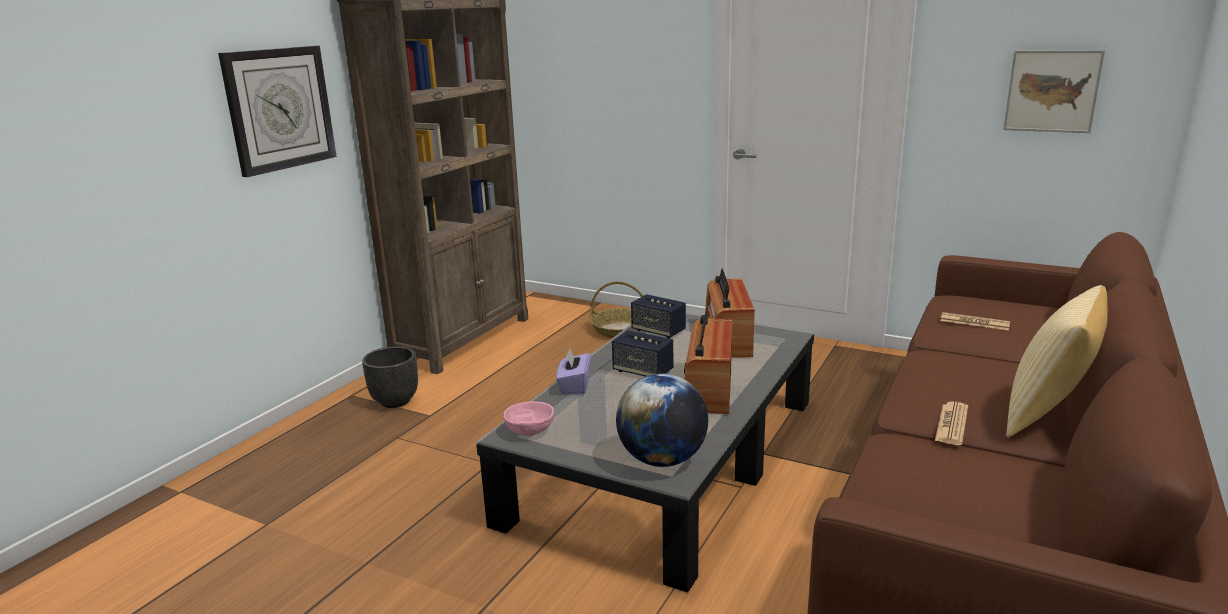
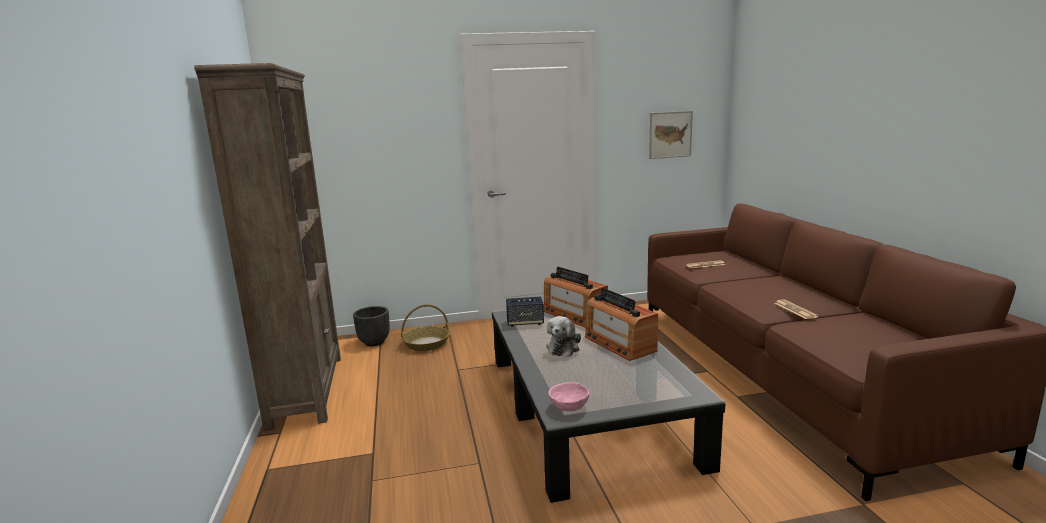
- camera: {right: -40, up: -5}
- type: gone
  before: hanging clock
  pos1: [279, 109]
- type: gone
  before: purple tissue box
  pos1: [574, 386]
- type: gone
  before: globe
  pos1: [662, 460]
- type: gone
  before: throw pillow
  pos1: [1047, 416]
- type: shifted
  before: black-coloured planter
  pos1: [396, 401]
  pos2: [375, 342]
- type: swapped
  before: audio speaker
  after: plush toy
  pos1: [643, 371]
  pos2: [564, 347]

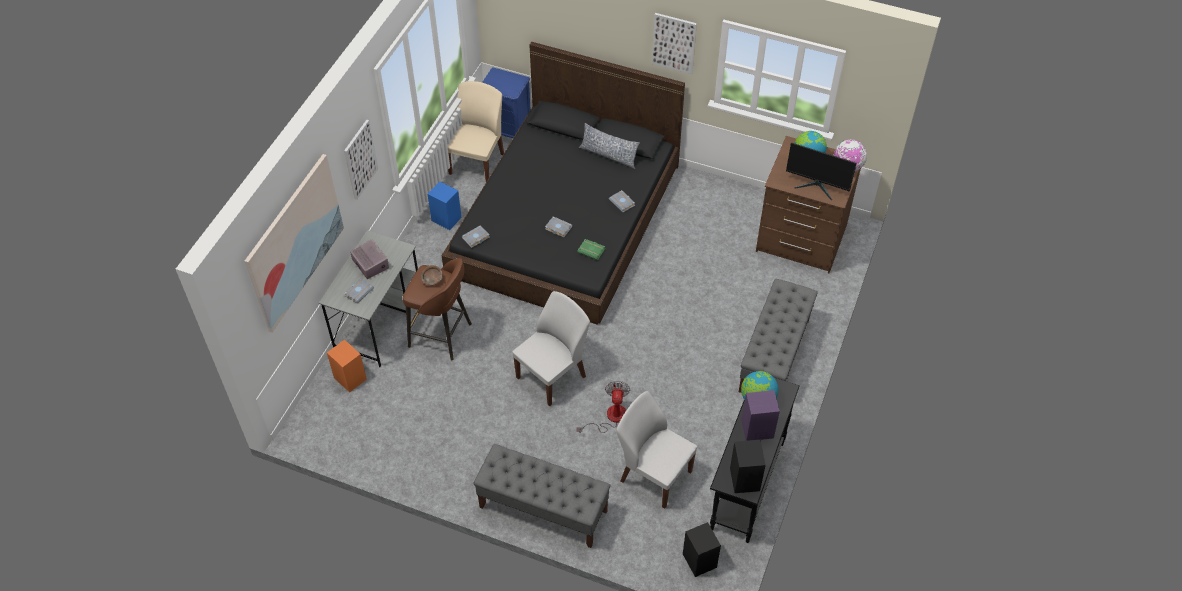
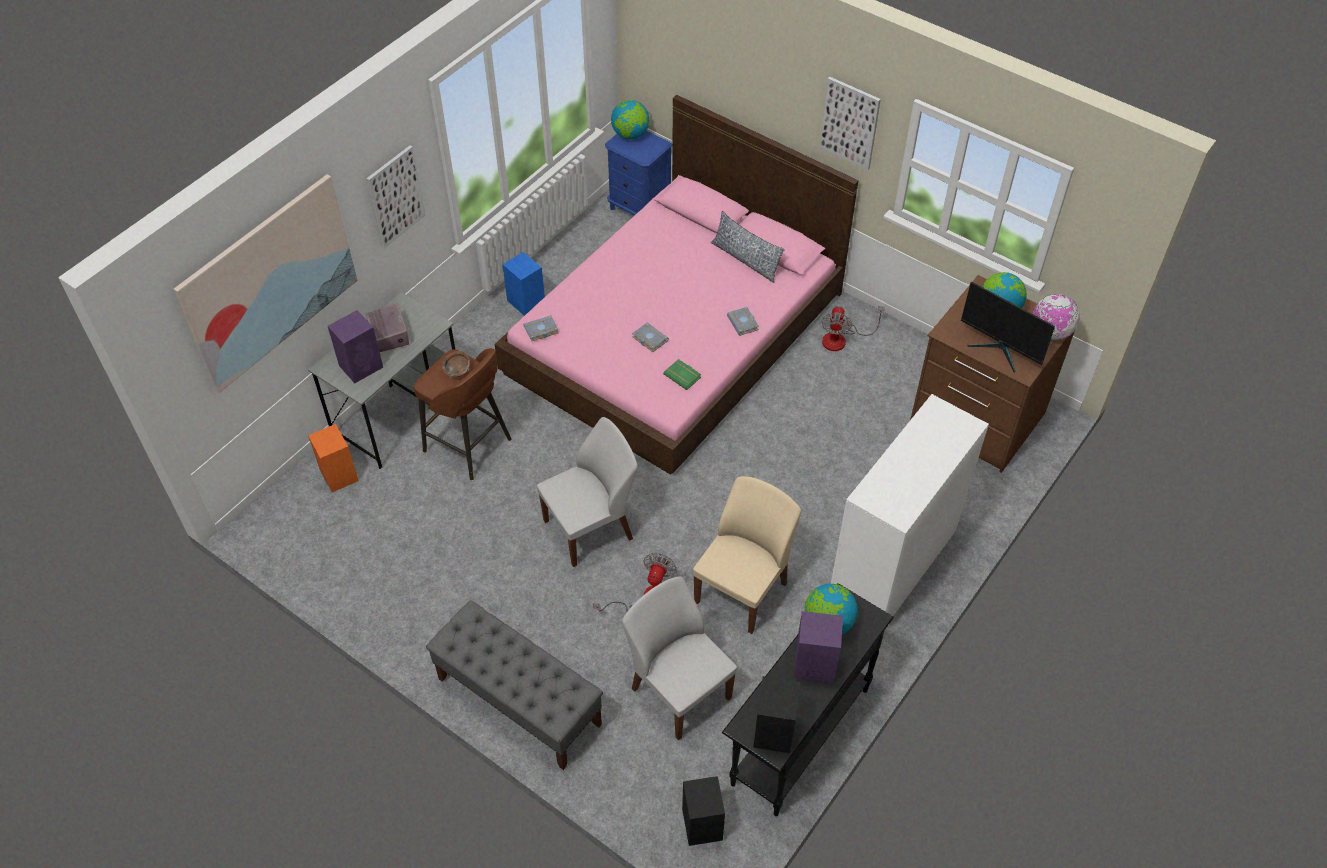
- camera: {right: 15, up: 0}
- type: new
  after: globe
  pos2: [630, 134]
- type: new
  after: fan
  pos2: [841, 339]
- type: shifted
  before: beige upright chair
  pos1: [477, 162]
  pos2: [742, 591]
- type: swapped
  before: grey bound book
  after: purple audio speaker
  pos1: [359, 291]
  pos2: [362, 366]
- type: swapped
  before: grey long seat
  after: white drawer chest
  pos1: [774, 355]
  pos2: [892, 567]
- type: repainted
  before: black-coloured bedroom bed
  after: pinkish bedroom bed
  pos1: [566, 219]
  pos2: [675, 332]

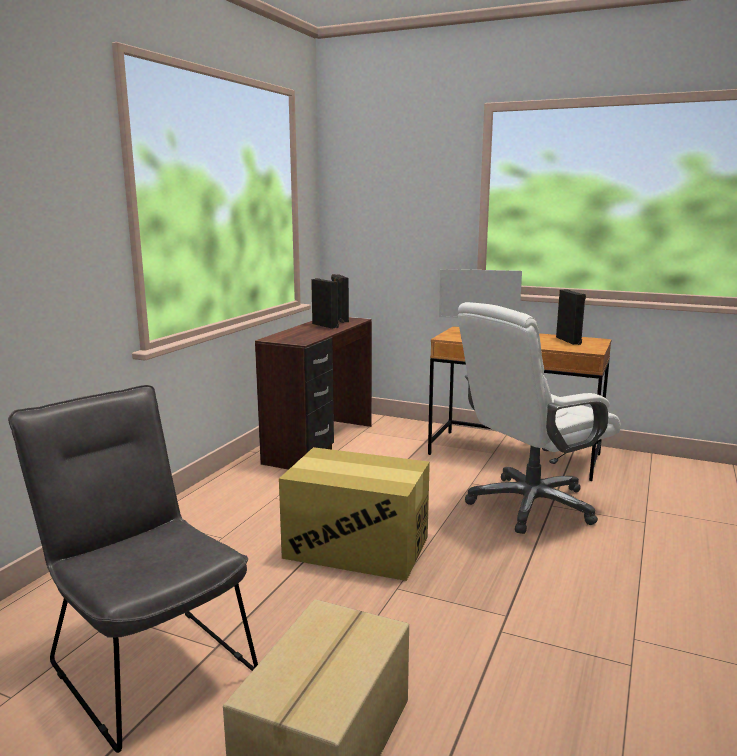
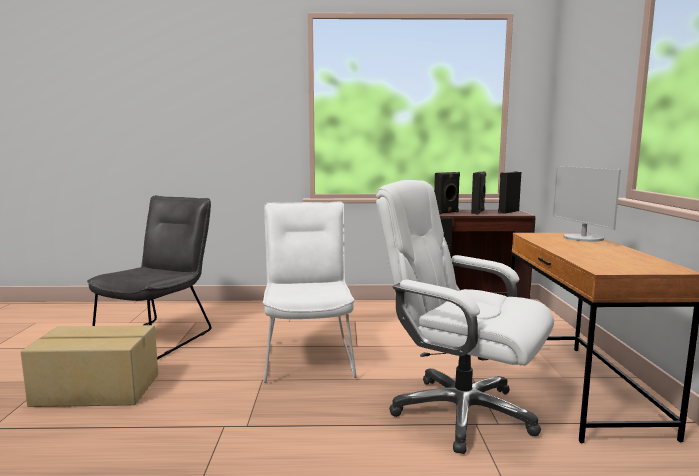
- camera: {right: 65, up: -5}
- type: shifted
  before: black-coloured audio speaker
  pos1: [569, 341]
  pos2: [446, 212]
- type: swapped
  before: carton
  after: white upright chair
  pos1: [356, 547]
  pos2: [308, 356]

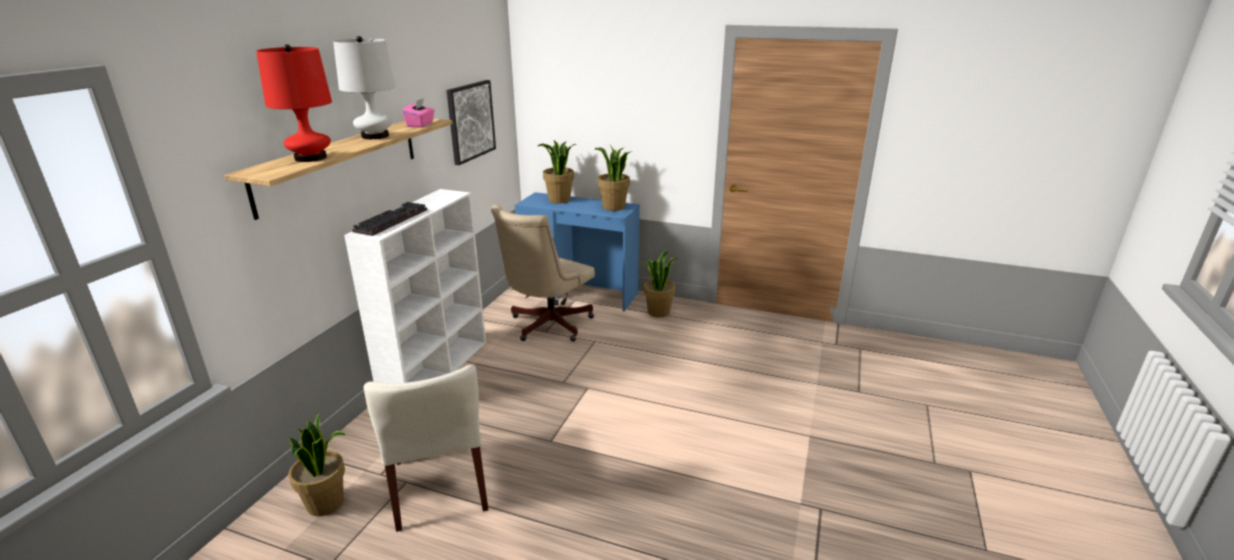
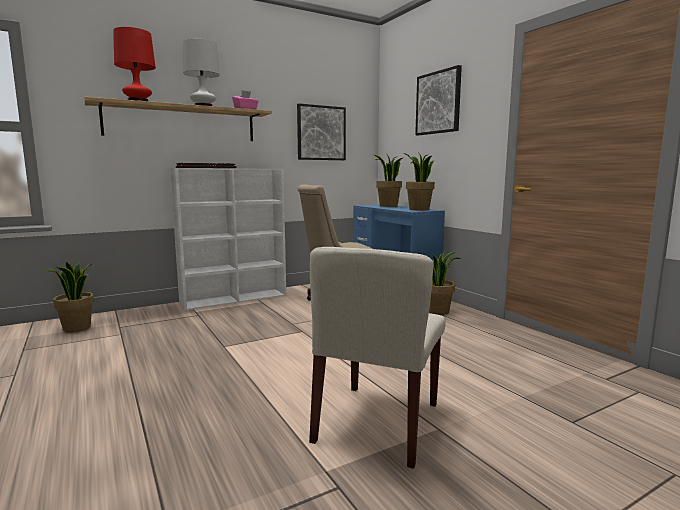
- camera: {right: 40, up: -15}
- type: new
  after: wall picture
  pos2: [438, 102]
- type: shifted
  before: beige upright chair
  pos1: [440, 485]
  pos2: [378, 422]

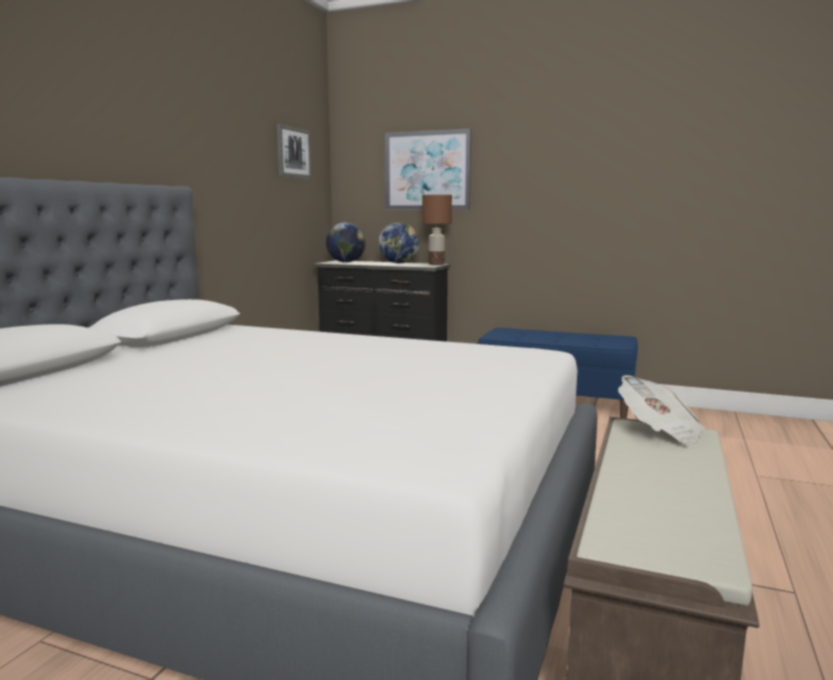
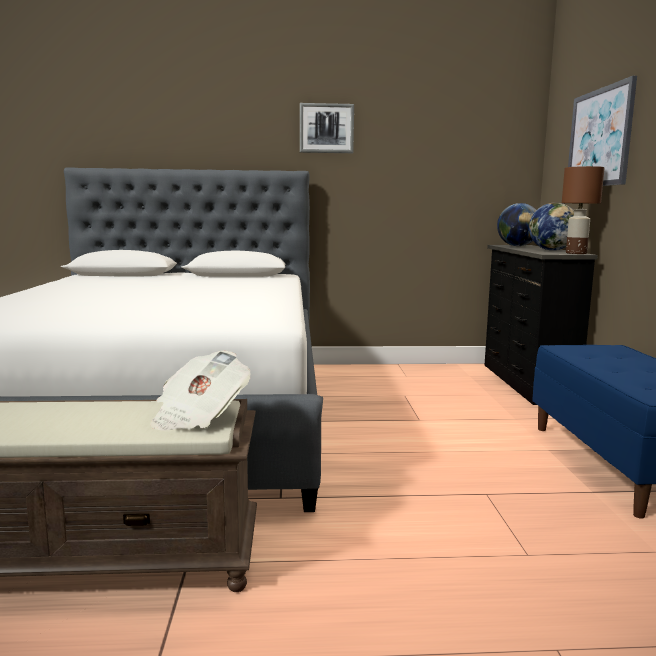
- camera: {right: 65, up: 0}
- type: shifted
  before: wall picture
  pos1: [293, 152]
  pos2: [326, 128]

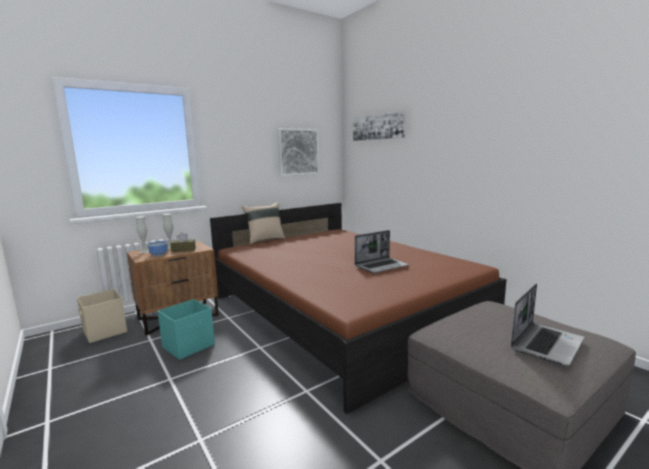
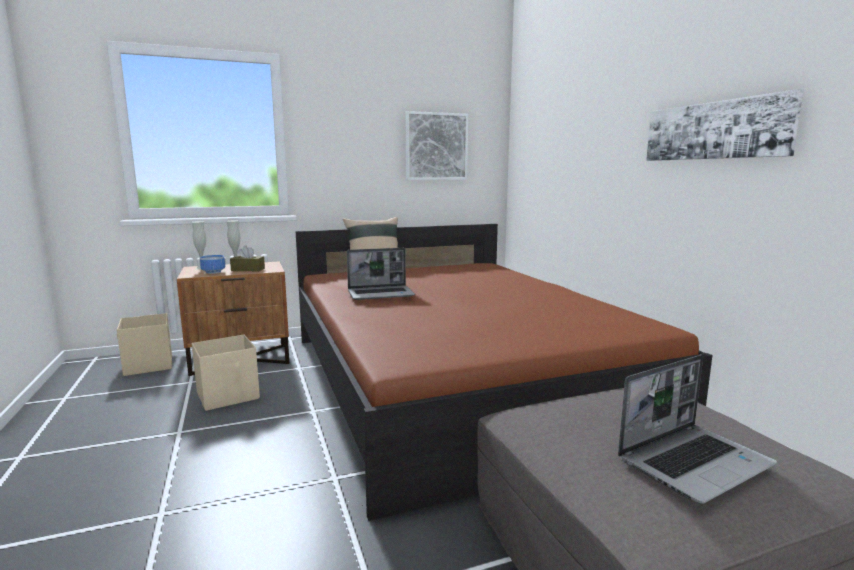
- camera: {right: 15, up: 0}
- type: shifted
  before: wall picture
  pos1: [378, 127]
  pos2: [715, 130]
- type: shifted
  before: laptop
  pos1: [381, 266]
  pos2: [381, 294]
- type: repainted
  before: turquoise storage bin
  after: beige storage bin
  pos1: [189, 346]
  pos2: [229, 395]

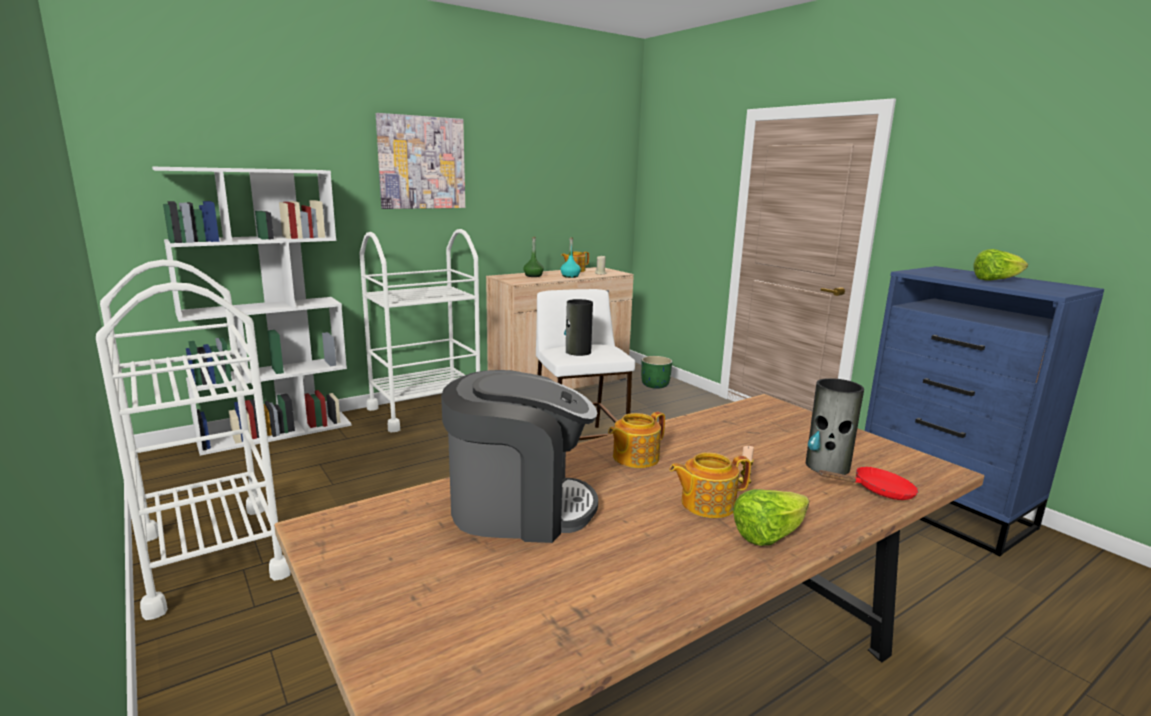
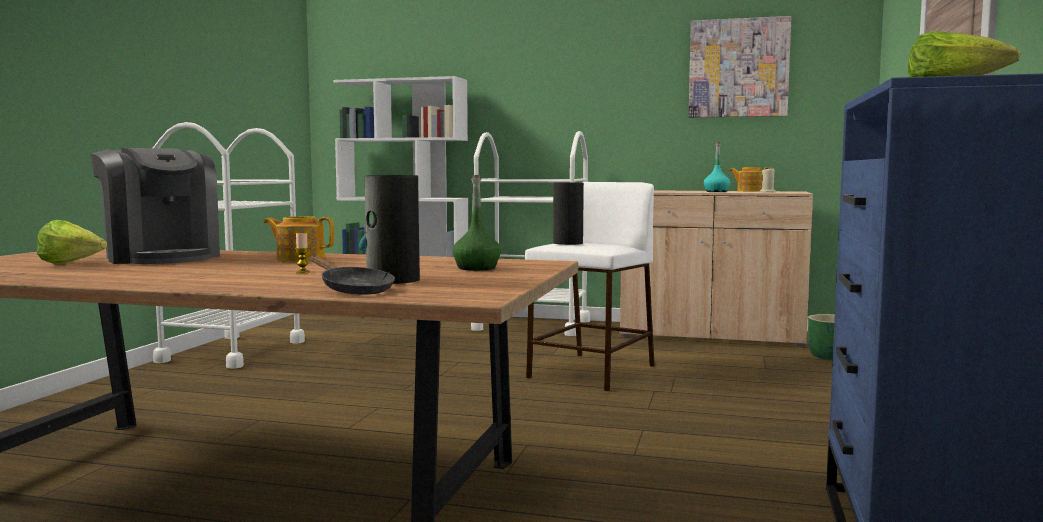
- camera: {right: 50, up: -10}
- type: gone
  before: pot for tea
  pos1: [706, 504]
- type: shifted
  before: wall picture
  pos1: [421, 163]
  pos2: [738, 68]
- type: shifted
  before: green-coloured drink bottle
  pos1: [533, 276]
  pos2: [476, 268]
- type: shifted
  before: lettuce head
  pos1: [768, 535]
  pos2: [72, 264]
- type: repainted
  before: red pan
  after: black-coloured pan
  pos1: [877, 491]
  pos2: [353, 290]

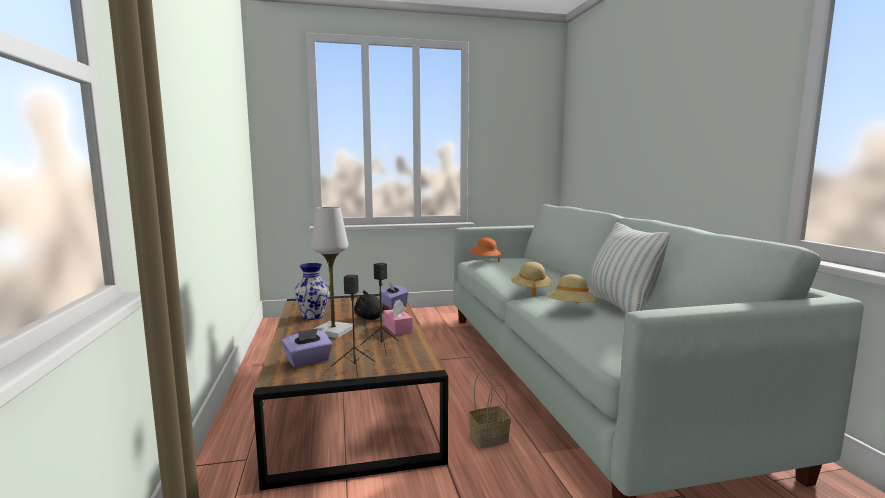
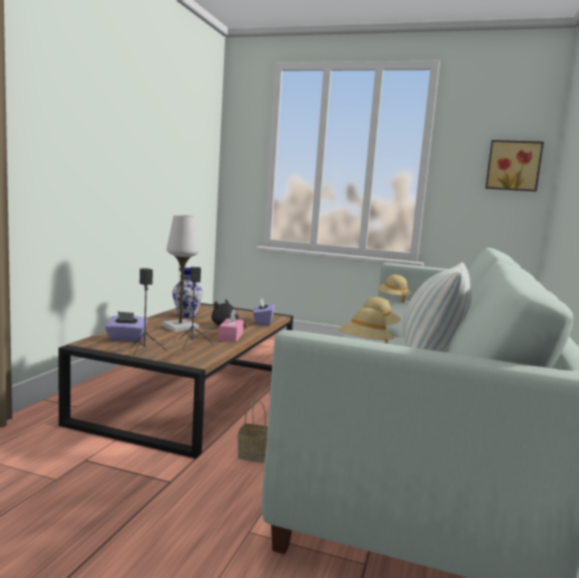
- camera: {right: 30, up: 0}
- type: new
  after: wall picture
  pos2: [513, 166]
- type: repainted
  before: orange-coloured wearable hat
  after: beige wearable hat
  pos1: [484, 260]
  pos2: [393, 299]

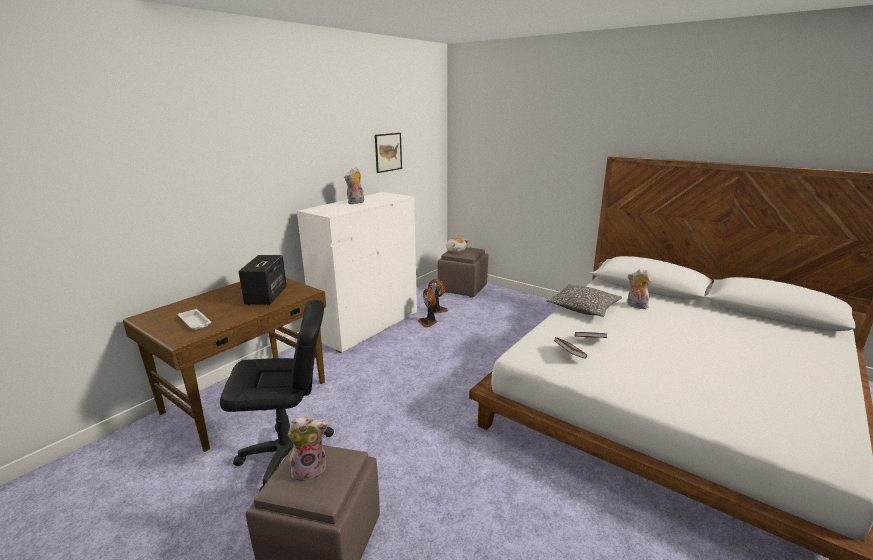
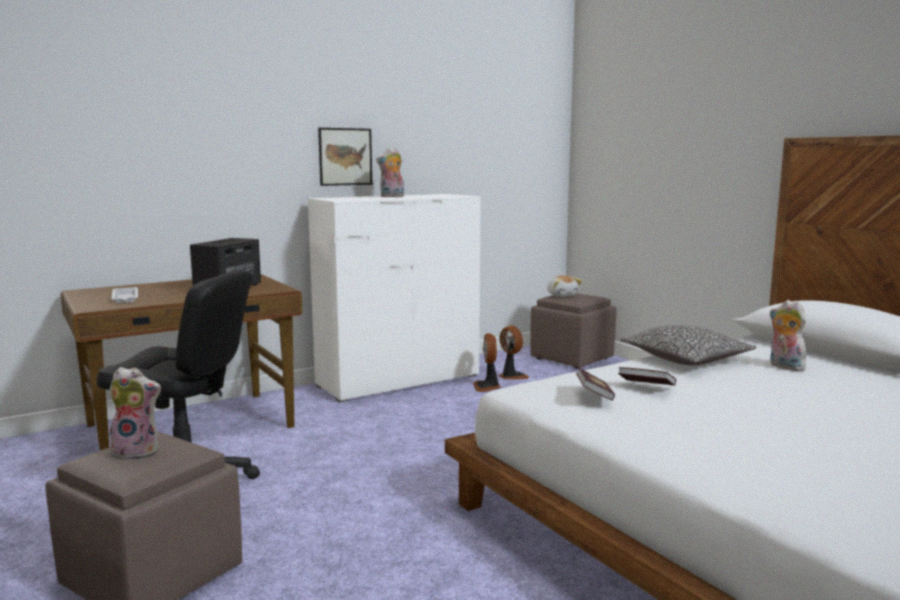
- camera: {right: 20, up: -10}
- type: shifted
  before: wall picture
  pos1: [388, 152]
  pos2: [345, 156]

